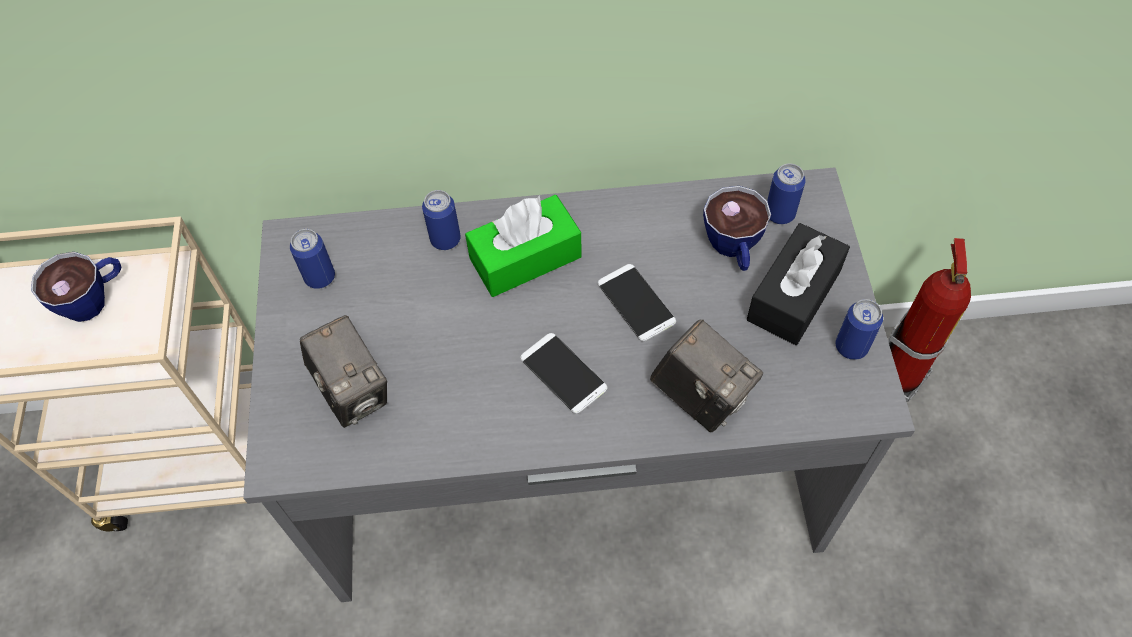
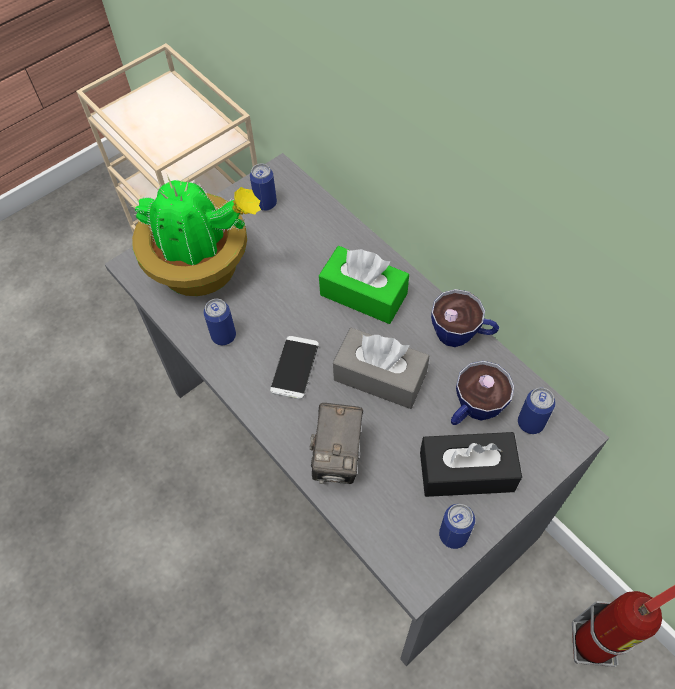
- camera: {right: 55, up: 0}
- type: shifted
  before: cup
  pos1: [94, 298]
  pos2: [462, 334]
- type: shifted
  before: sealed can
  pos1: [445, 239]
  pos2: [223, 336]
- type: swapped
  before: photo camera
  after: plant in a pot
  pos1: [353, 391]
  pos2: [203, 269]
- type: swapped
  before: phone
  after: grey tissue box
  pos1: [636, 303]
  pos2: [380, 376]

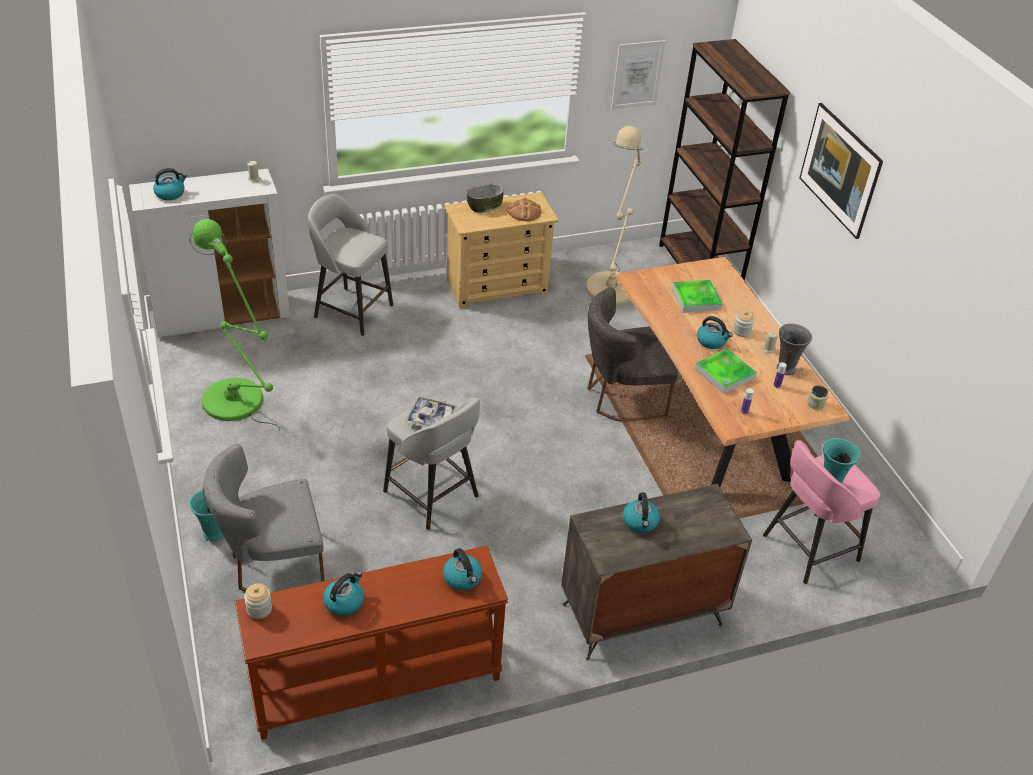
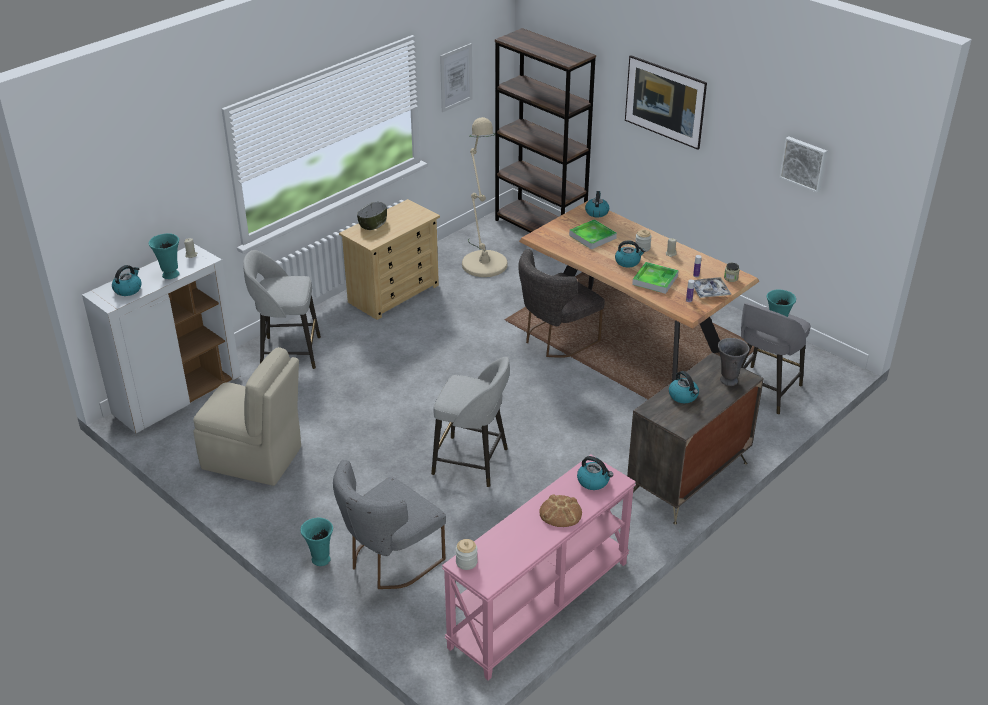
- camera: {right: -25, up: -5}
- type: new
  after: turquoise vase
  pos2: [170, 275]
- type: new
  after: wall picture
  pos2: [804, 163]
- type: shifted
  before: water kettle
  pos1: [344, 602]
  pos2: [596, 212]
- type: shifted
  before: serving tray
  pos1: [431, 418]
  pos2: [709, 291]
- type: shifted
  before: baked bread
  pos1: [524, 212]
  pos2: [560, 513]
- type: shifted
  before: grey vase
  pos1: [785, 368]
  pos2: [728, 380]
- type: swapped
  before: green-coloured standing lamp
  after: beige upright chair
  pos1: [237, 404]
  pos2: [254, 459]
- type: repainted
  before: brown hall table
  after: pinkish hall table
  pos1: [376, 683]
  pos2: [540, 605]
- type: repainted
  before: pinkish sitting stool
  after: grey sitting stool
  pos1: [808, 548]
  pos2: [763, 391]

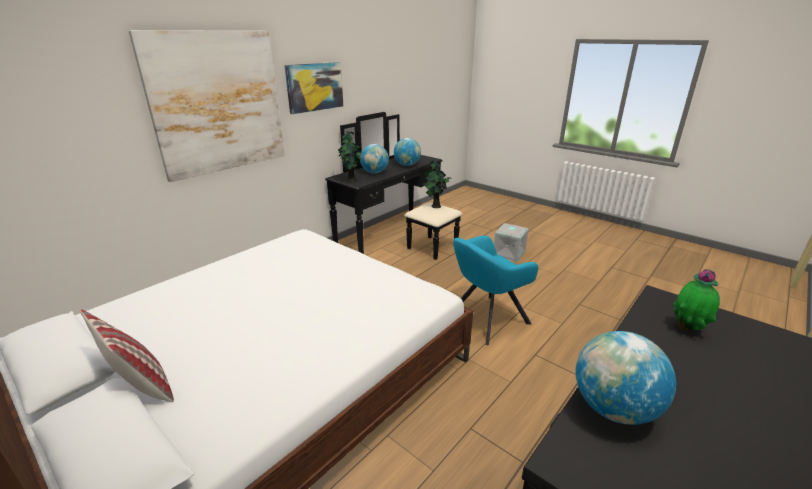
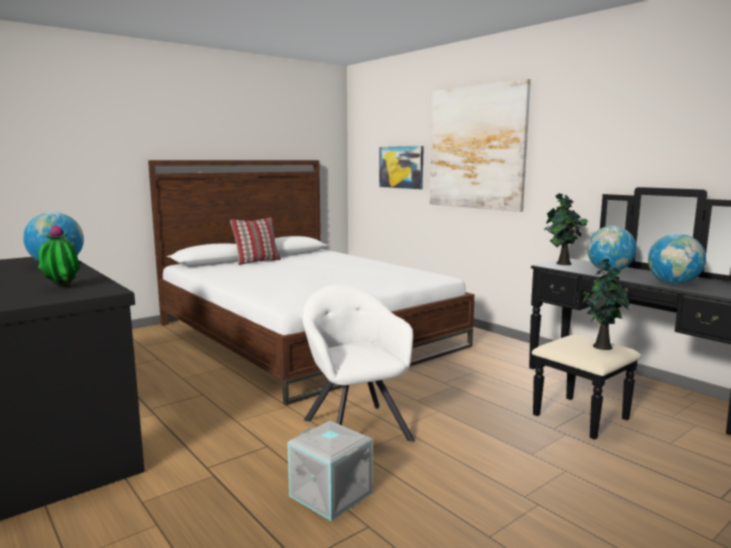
- camera: {right: 100, up: -15}
- type: shifted
  before: wall picture
  pos1: [314, 87]
  pos2: [401, 167]
- type: shifted
  before: grey storage bin
  pos1: [508, 253]
  pos2: [332, 494]
- type: repainted
  before: turquoise easy chair
  after: white easy chair
  pos1: [486, 319]
  pos2: [355, 427]

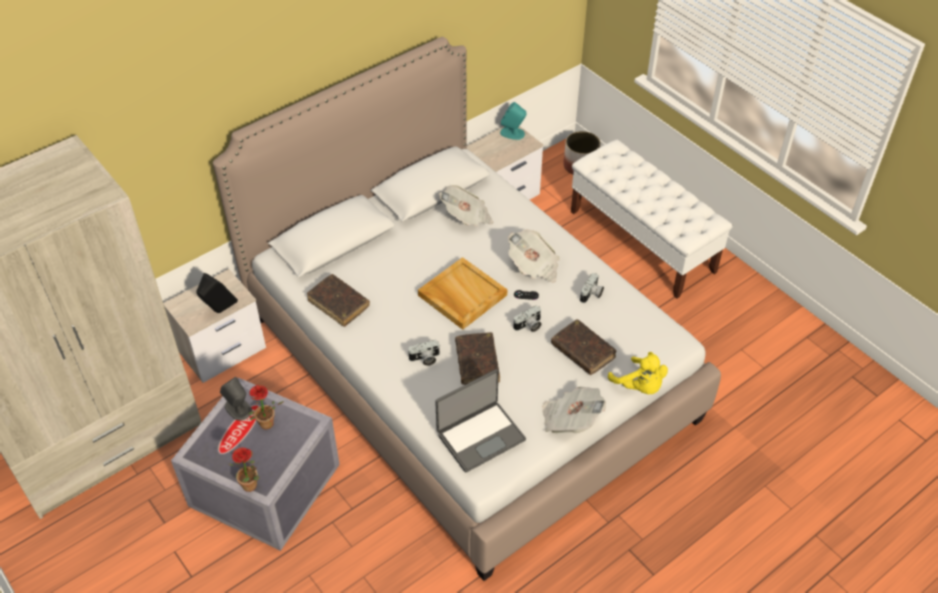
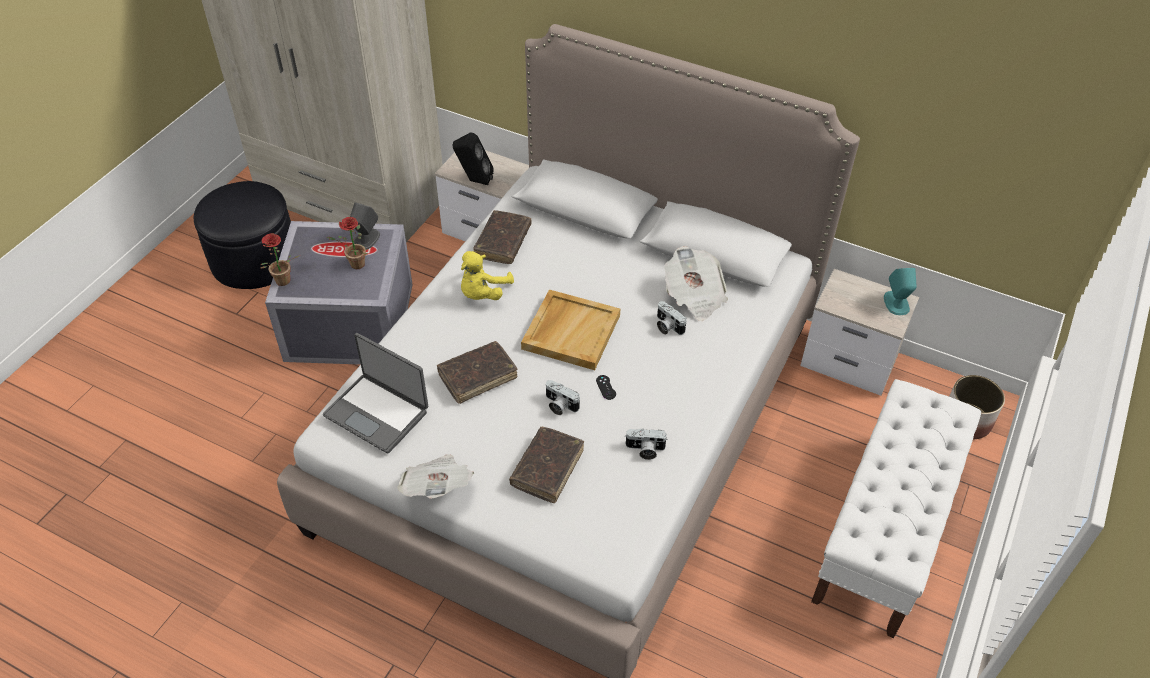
- camera: {right: 65, up: 0}
- type: gone
  before: printed paper
  pos1: [534, 267]
- type: new
  after: black-coloured footrest
  pos2: [254, 259]
- type: shifted
  before: photo camera
  pos1: [425, 359]
  pos2: [667, 326]
- type: shifted
  before: yellow-coloured plush toy
  pos1: [639, 386]
  pos2: [482, 293]

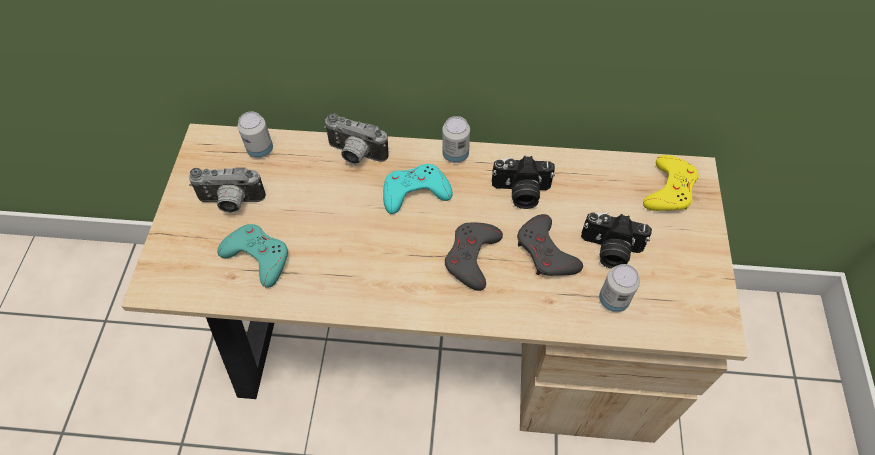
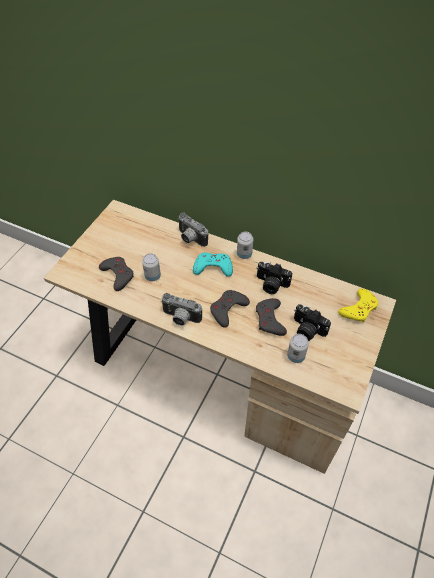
- camera: {right: 20, up: -5}
- type: shifted
  before: photo camera
  pos1: [231, 203]
  pos2: [180, 318]
- type: shifted
  before: sealed can
  pos1: [260, 150]
  pos2: [152, 276]
- type: repainted
  before: turquoise joypad
  after: grey joypad
  pos1: [258, 257]
  pos2: [118, 275]

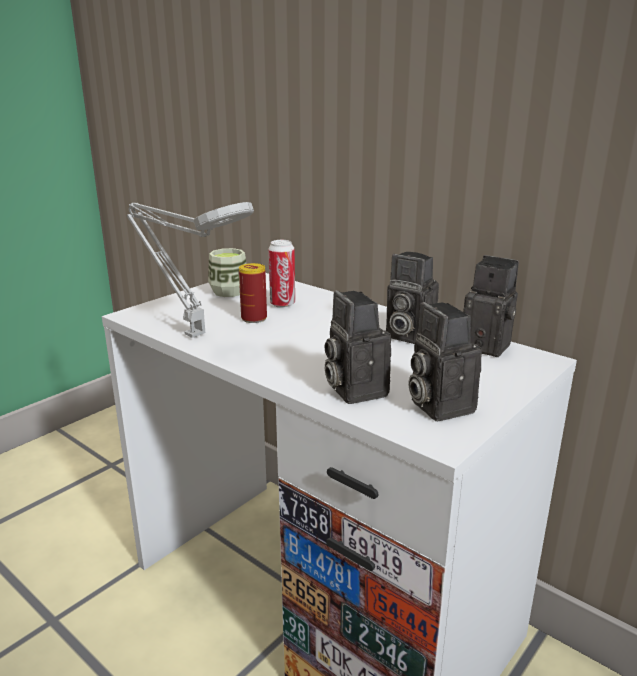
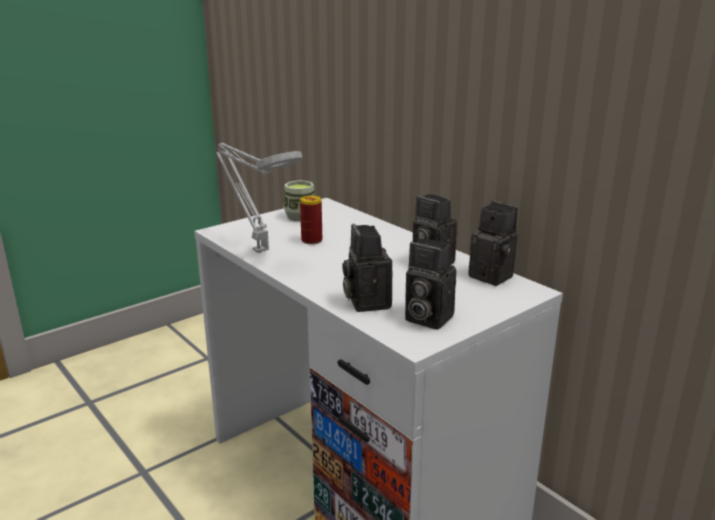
- camera: {right: 10, up: 0}
- type: gone
  before: sealed can
  pos1: [282, 304]
- type: rotated
  before: photo camera
  pos1: [437, 405]
  pos2: [425, 318]
  turn: -45

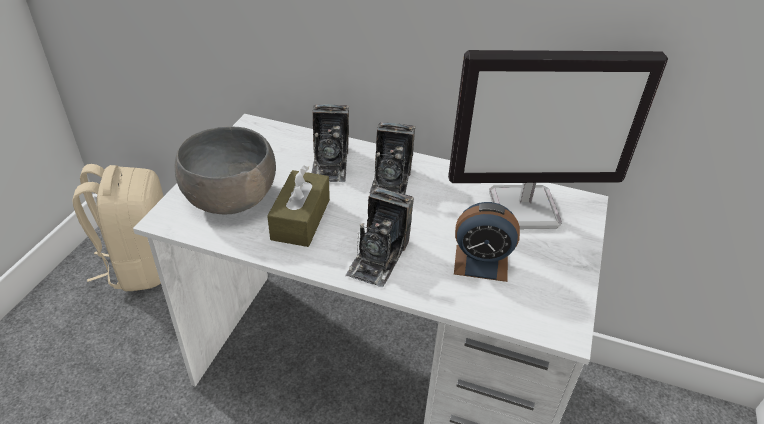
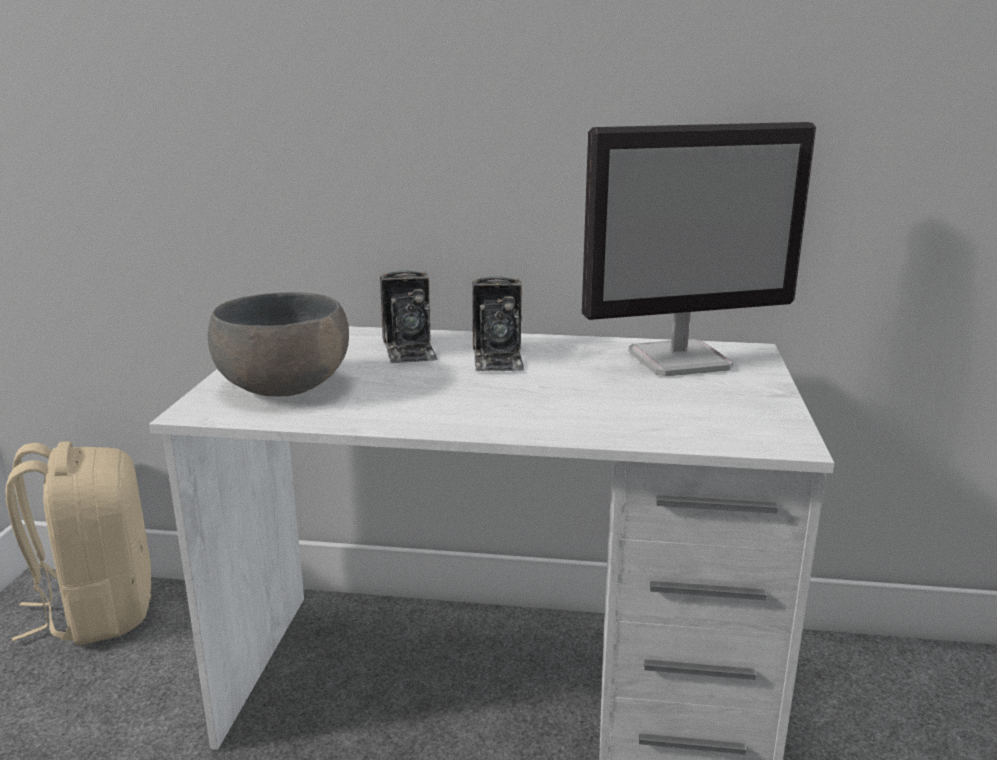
- camera: {right: -10, up: -20}
- type: gone
  before: brown tissue box
  pos1: [301, 219]
- type: gone
  before: photo camera
  pos1: [378, 257]
- type: gone
  before: bedside clock
  pos1: [481, 263]

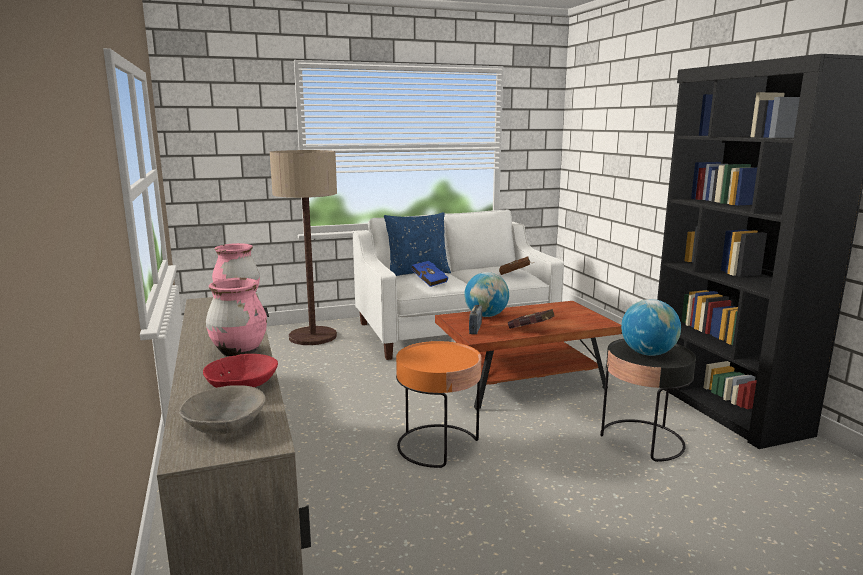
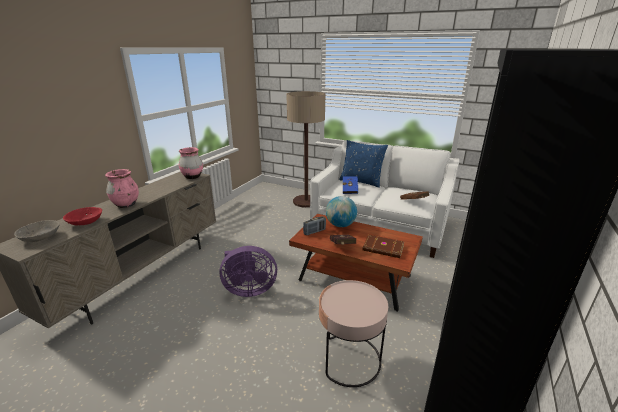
- camera: {right: 45, up: 10}
- type: gone
  before: globe
  pos1: [647, 353]
- type: new
  after: brown bound book
  pos2: [383, 248]
- type: swapped
  before: orange-coloured side table
  after: purple fan
  pos1: [438, 445]
  pos2: [248, 289]
- type: repainted
  before: black-coloured side table
  after: pinkish side table
  pos1: [642, 440]
  pos2: [349, 359]

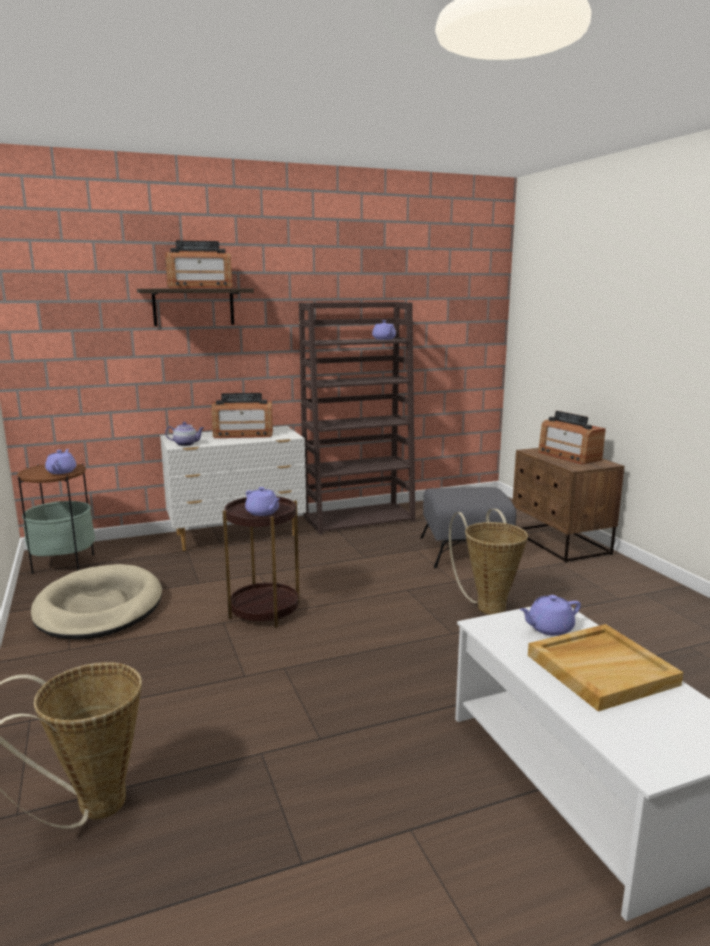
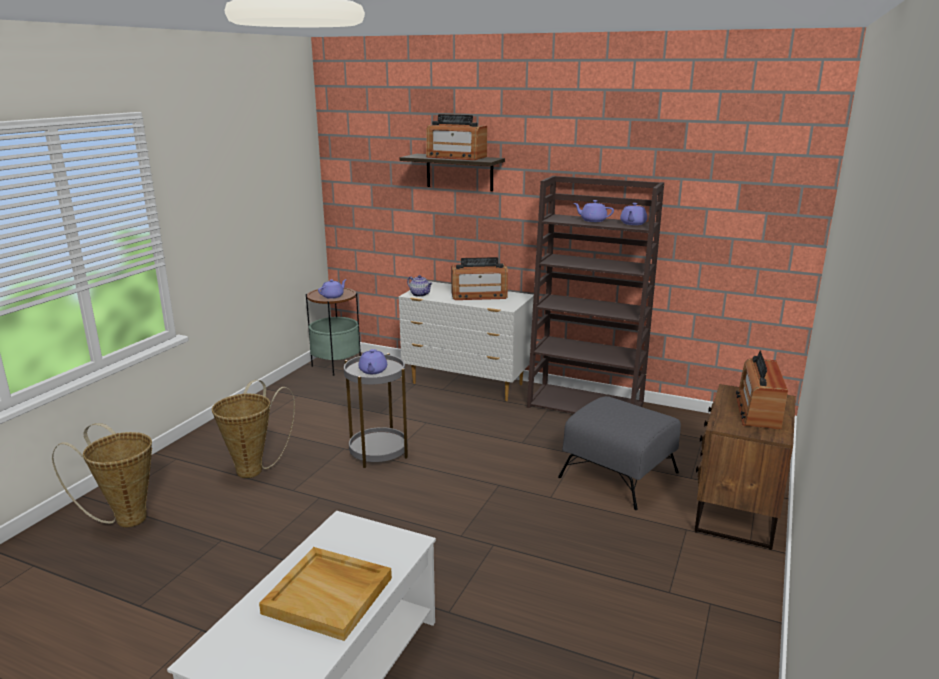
- camera: {right: 45, up: 5}
- type: gone
  before: beige pet bed
  pos1: [99, 608]
- type: shifted
  before: storage basket
  pos1: [488, 605]
  pos2: [254, 469]
- type: shifted
  before: purple pot for tea
  pos1: [549, 628]
  pos2: [592, 220]
- type: repainted
  before: brown side table
  after: grey side table
  pos1: [264, 611]
  pos2: [378, 452]
- type: rotated
  before: radio
  pos1: [243, 434]
  pos2: [479, 295]
  turn: -45

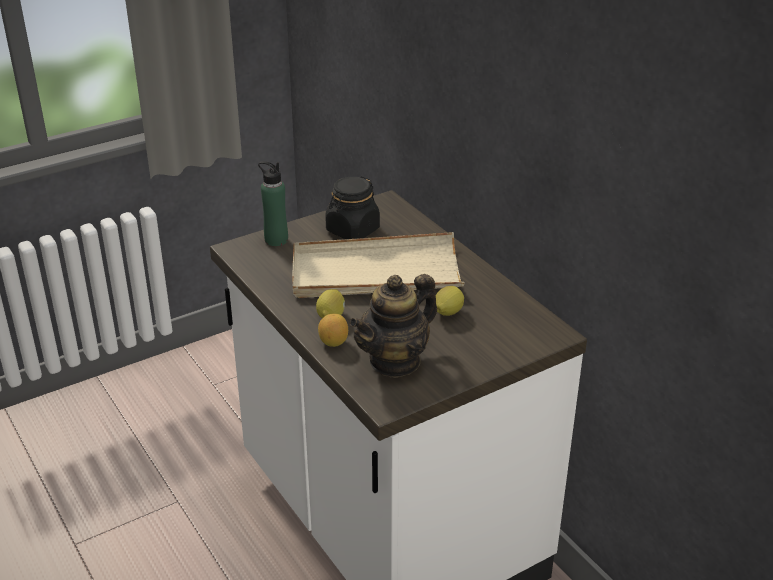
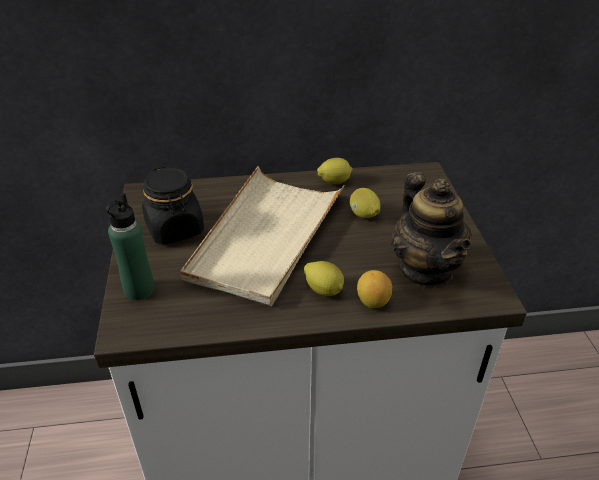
- camera: {right: -65, up: 5}
- type: new
  after: whole lemon
  pos2: [334, 182]

